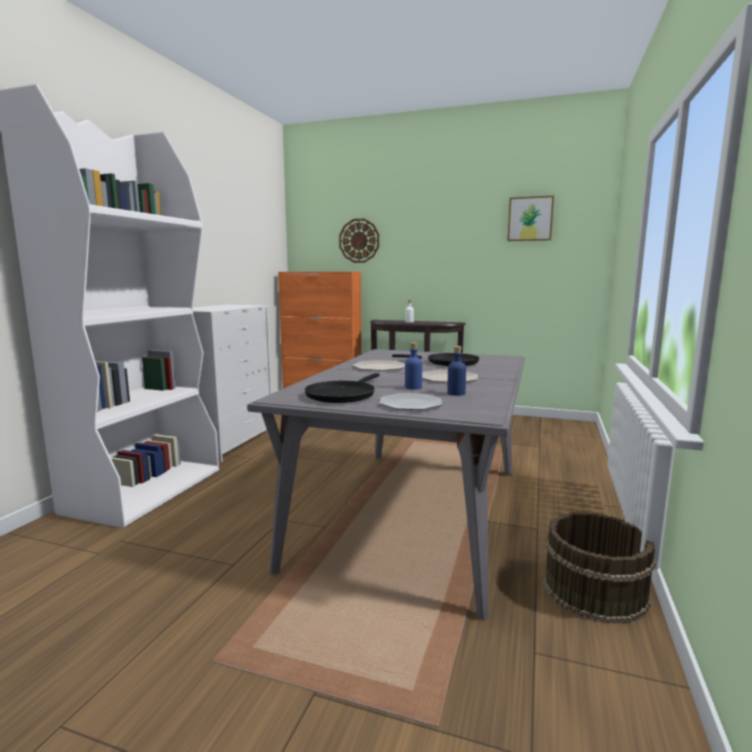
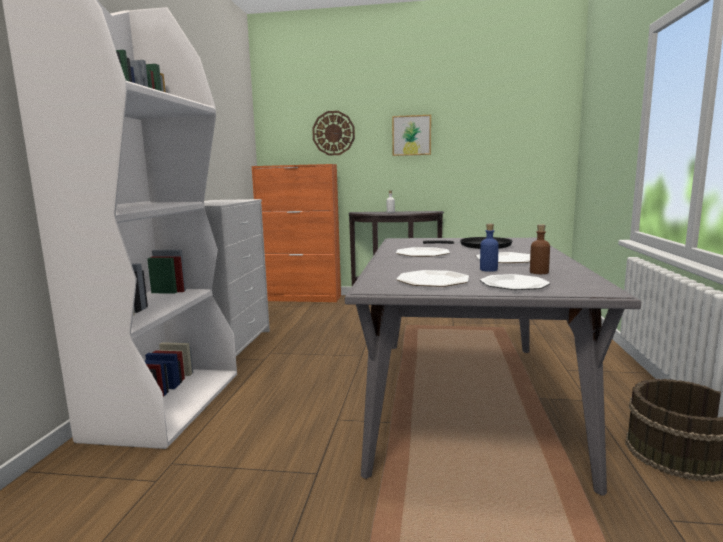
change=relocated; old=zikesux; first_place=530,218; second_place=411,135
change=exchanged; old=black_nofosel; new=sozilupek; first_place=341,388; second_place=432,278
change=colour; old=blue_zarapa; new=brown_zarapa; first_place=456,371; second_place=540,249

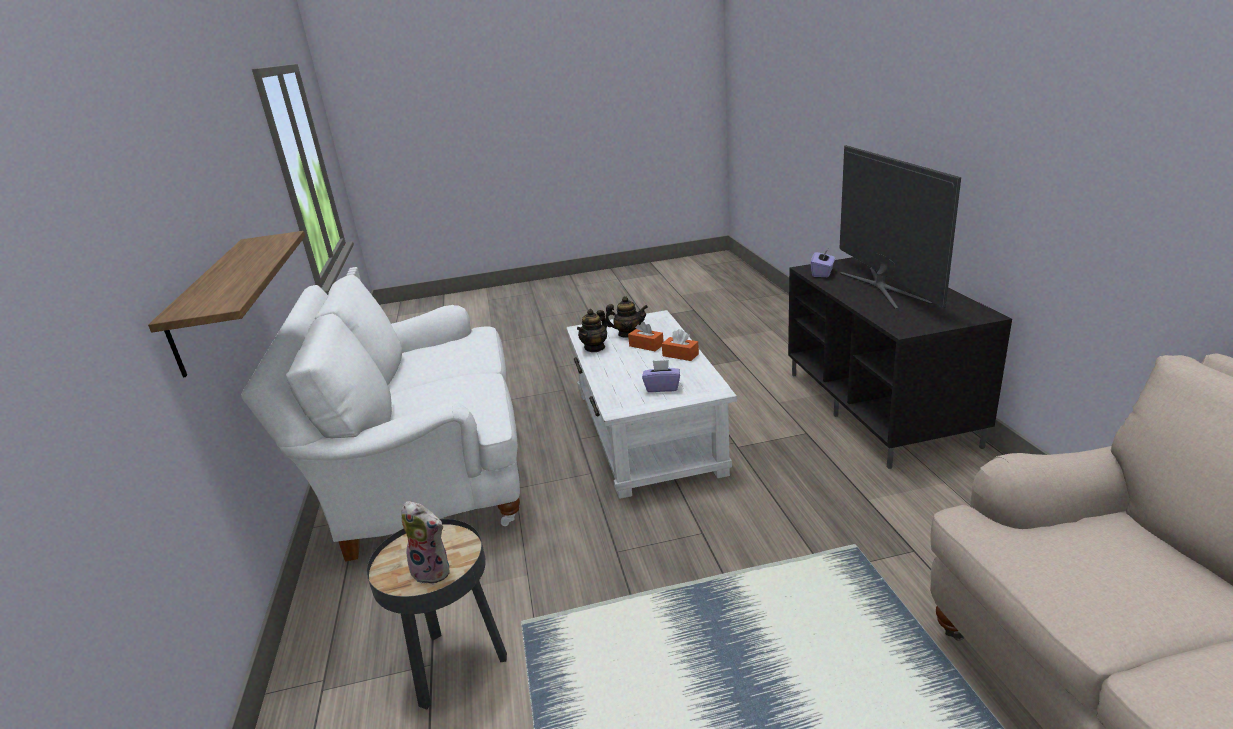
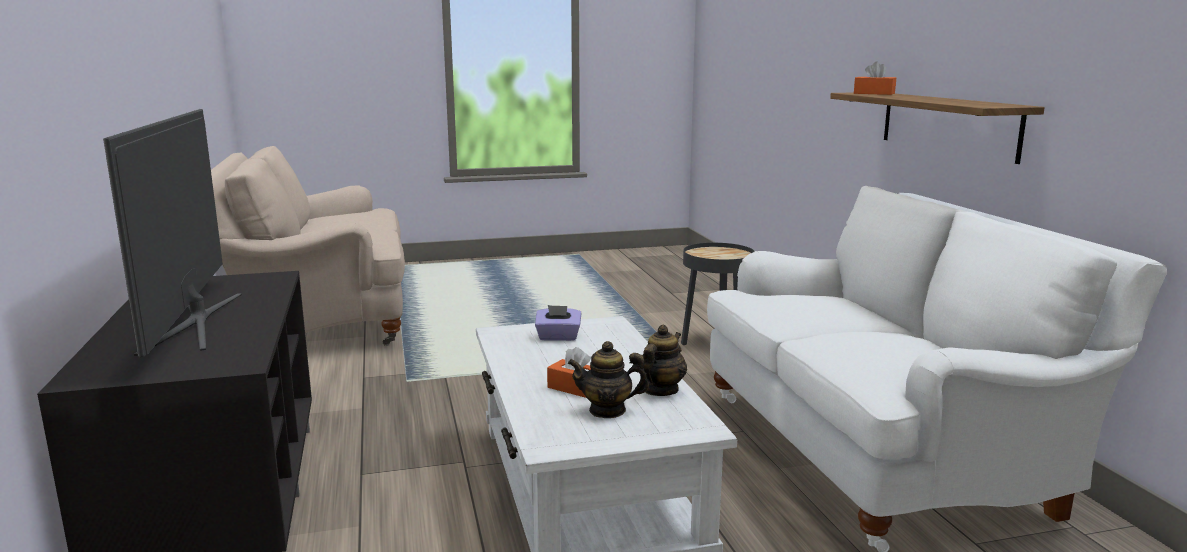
change=missing; old=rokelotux; first_place=425,543
change=missing; old=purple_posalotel; first_place=823,263
change=relocated; old=orange_posalotel; first_place=680,345; second_place=875,78

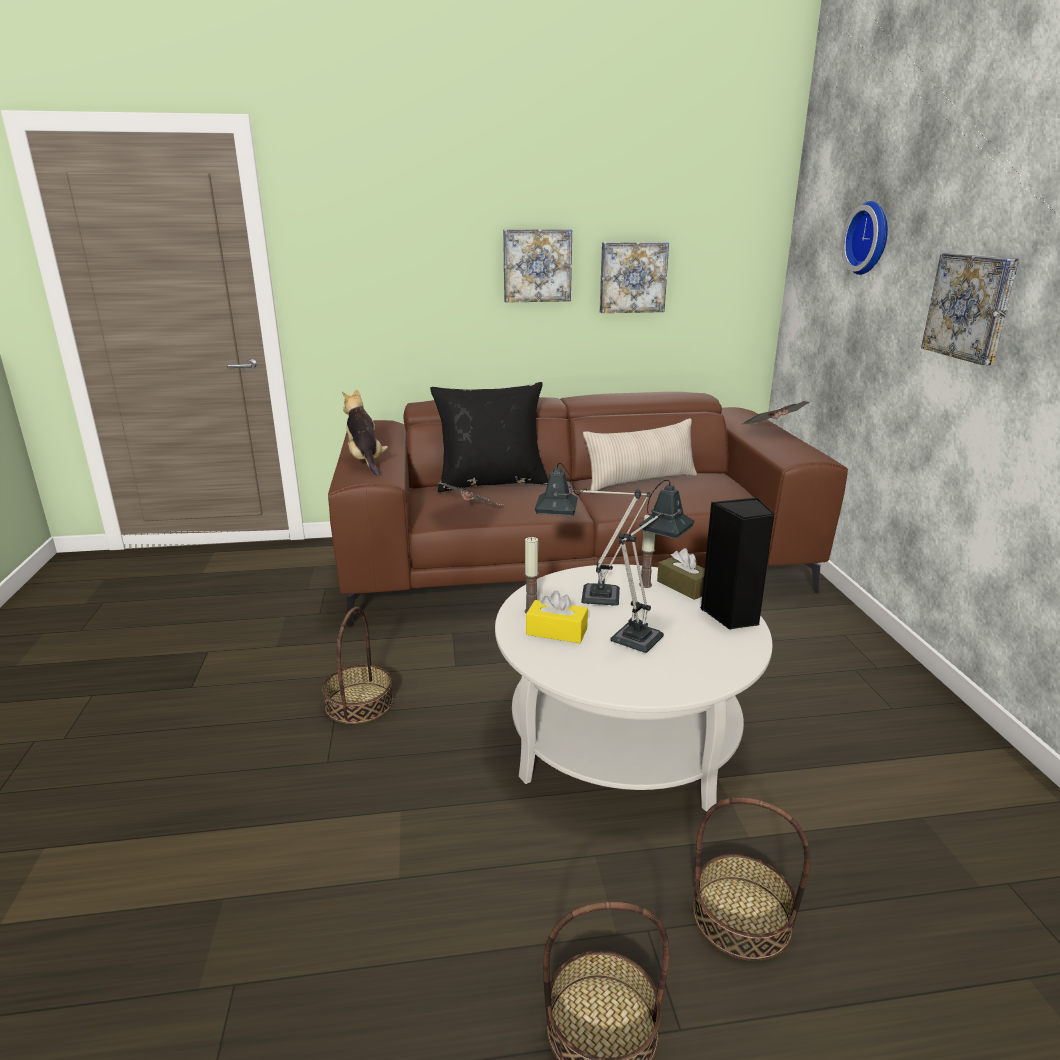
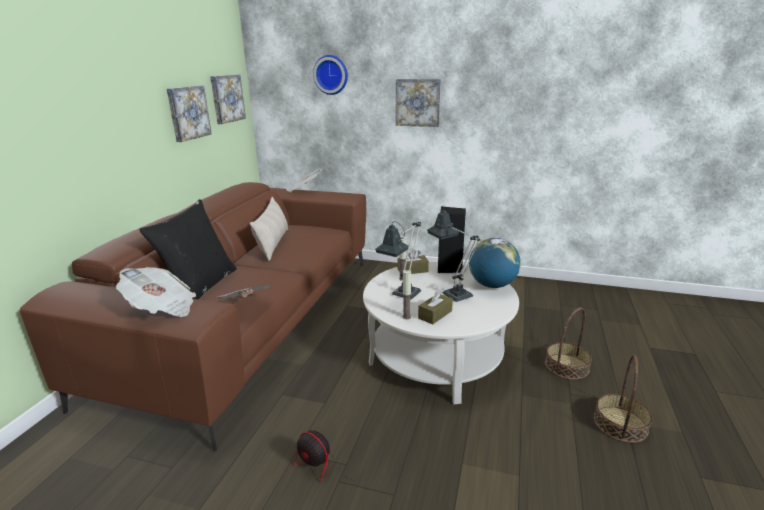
change=appeared; new=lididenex; second_place=495,263
change=relocated; old=zikesux; first_place=537,266; second_place=228,99
change=exchanged; old=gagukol; new=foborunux; first_place=358,665; second_place=337,453
change=exchanged; old=rokelotux; new=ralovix; first_place=365,433; second_place=156,292
change=colour; old=yellow_posalotel; new=brown_posalotel; first_place=557,616; second_place=435,306

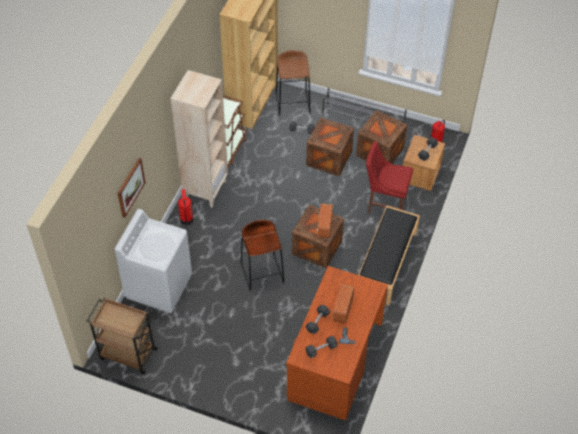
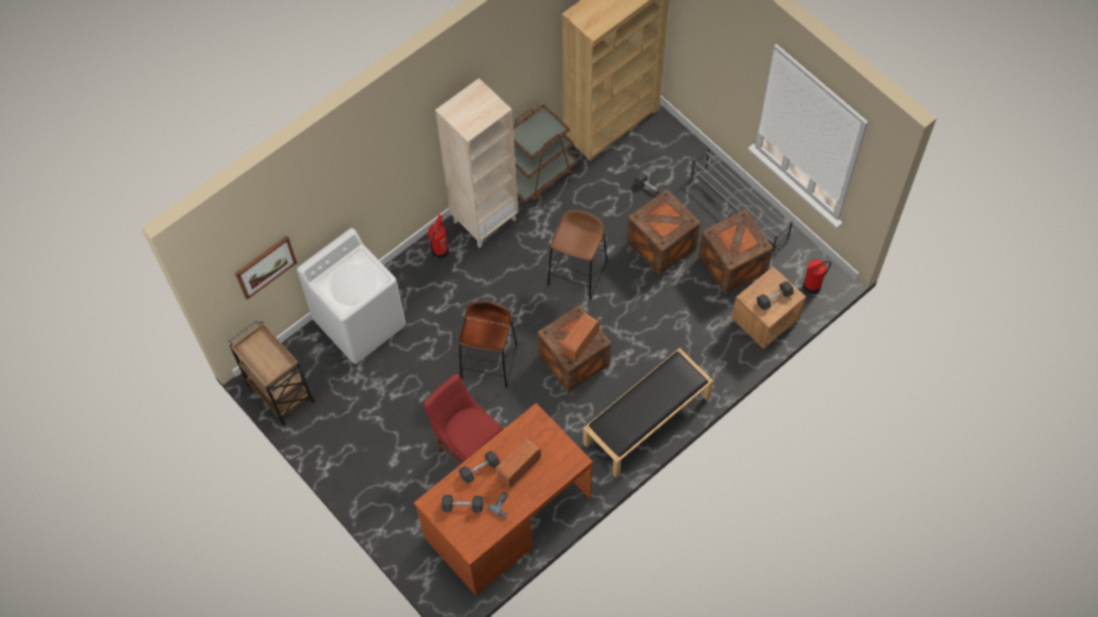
change=relocated; old=zikesux; first_place=131,188; second_place=266,268
change=relocated; old=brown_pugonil; first_place=293,83; second_place=577,255
change=relocated; old=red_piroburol; first_place=389,177; second_place=463,419

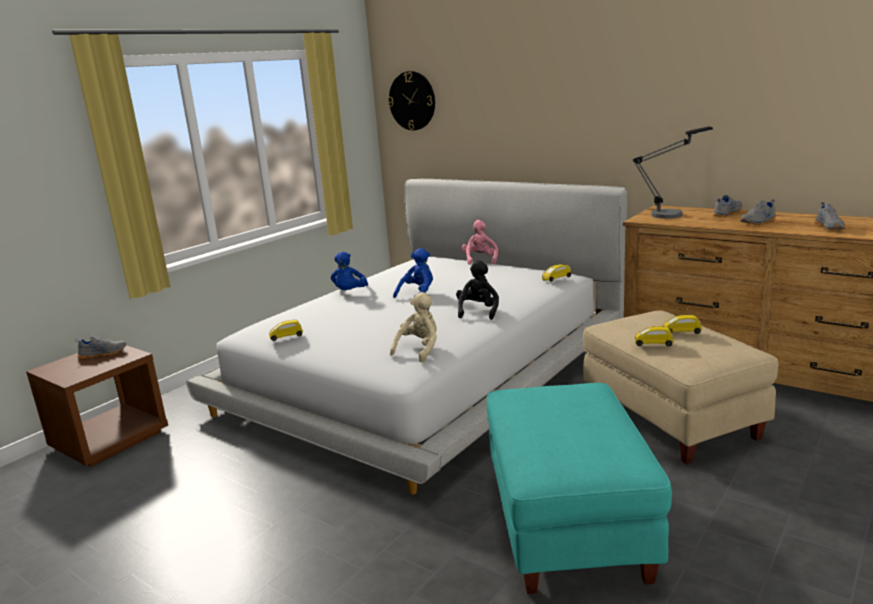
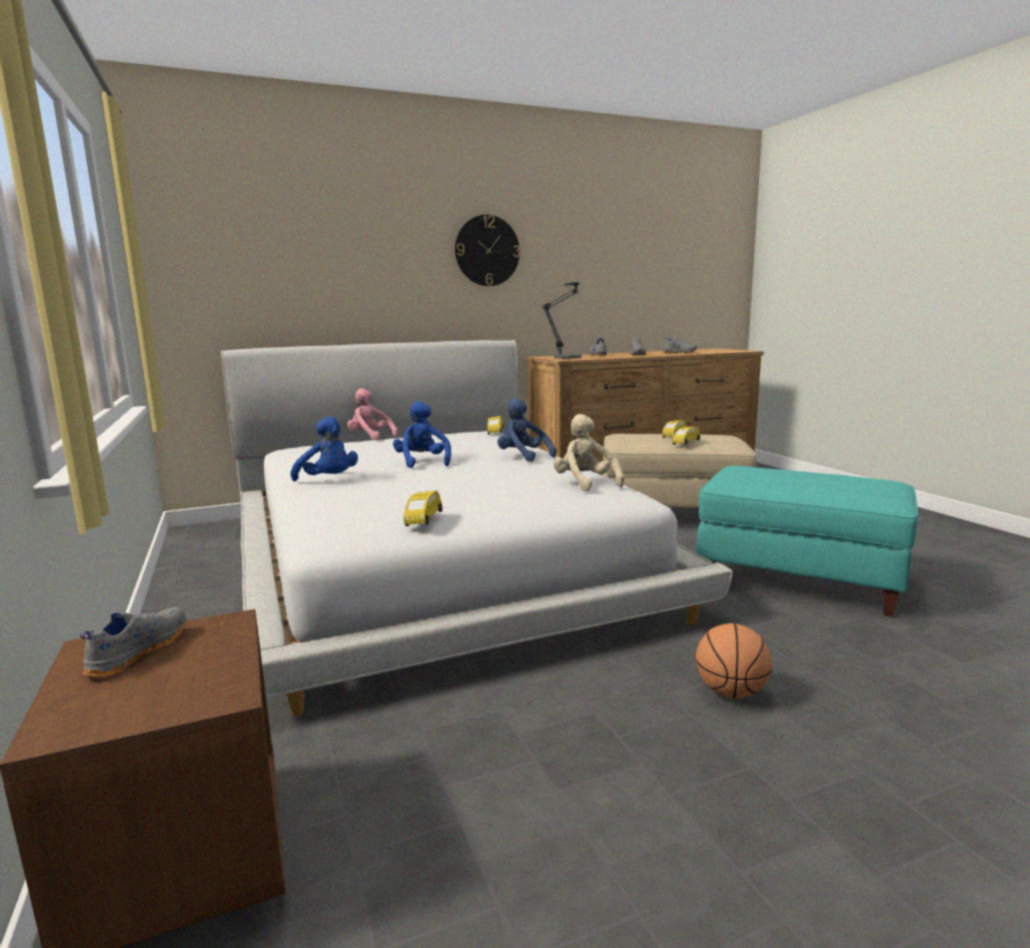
change=appeared; new=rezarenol; second_place=733,661
change=relocated; old=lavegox; first_place=411,100; second_place=487,250
change=colour; old=black_rokelotux; new=blue_rokelotux; first_place=477,290; second_place=526,430

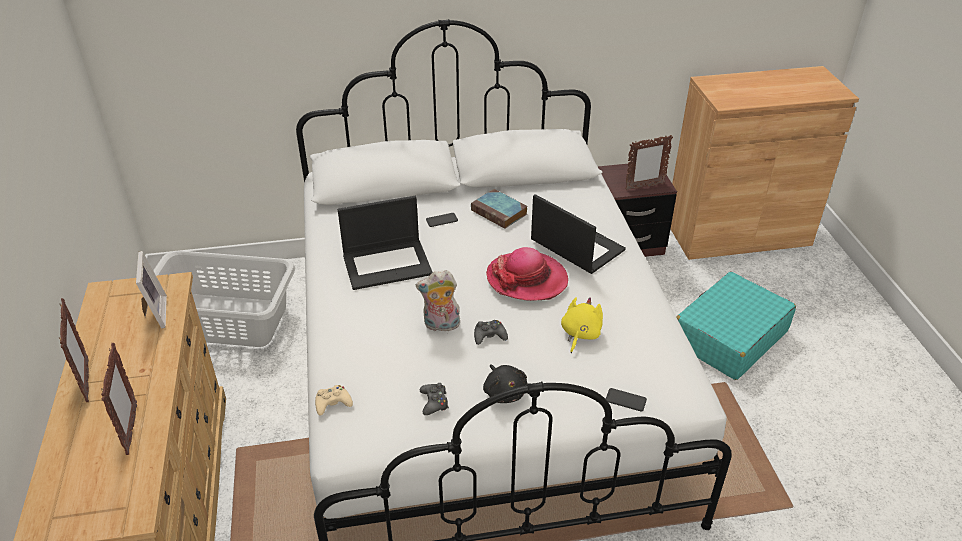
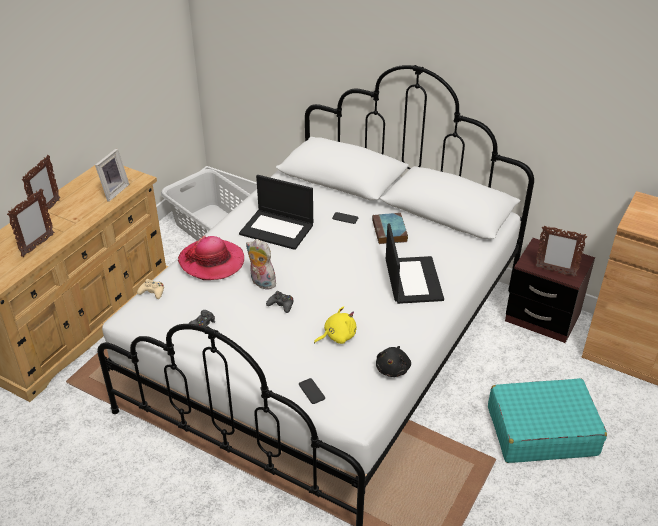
change=relocated; old=black_rokelotux; first_place=505,383; second_place=393,361
change=relocated; old=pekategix; first_place=527,274; second_place=211,258

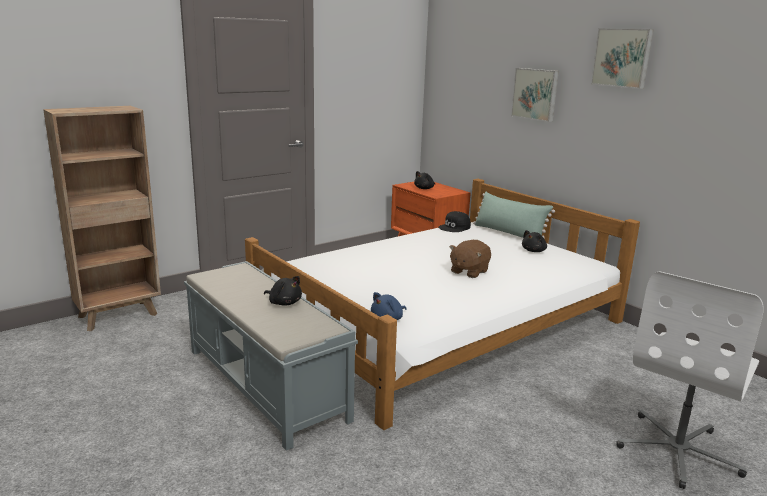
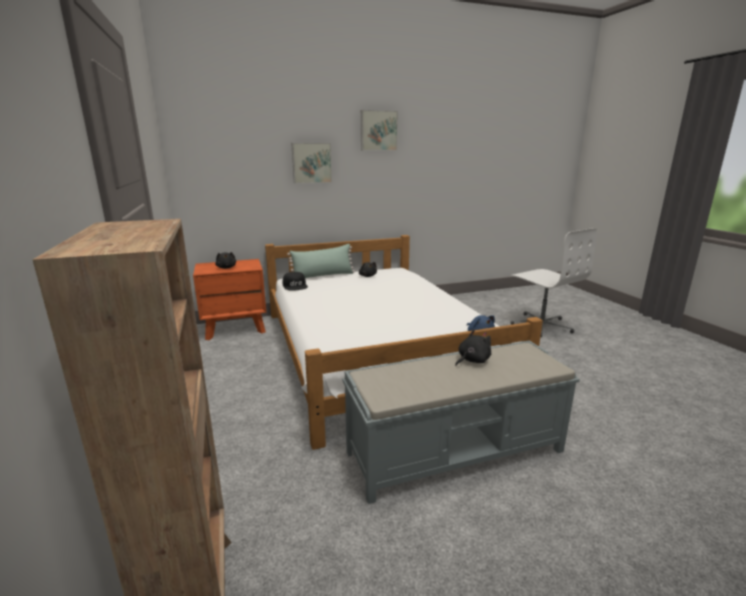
change=missing; old=brown_rokelotux; first_place=470,259

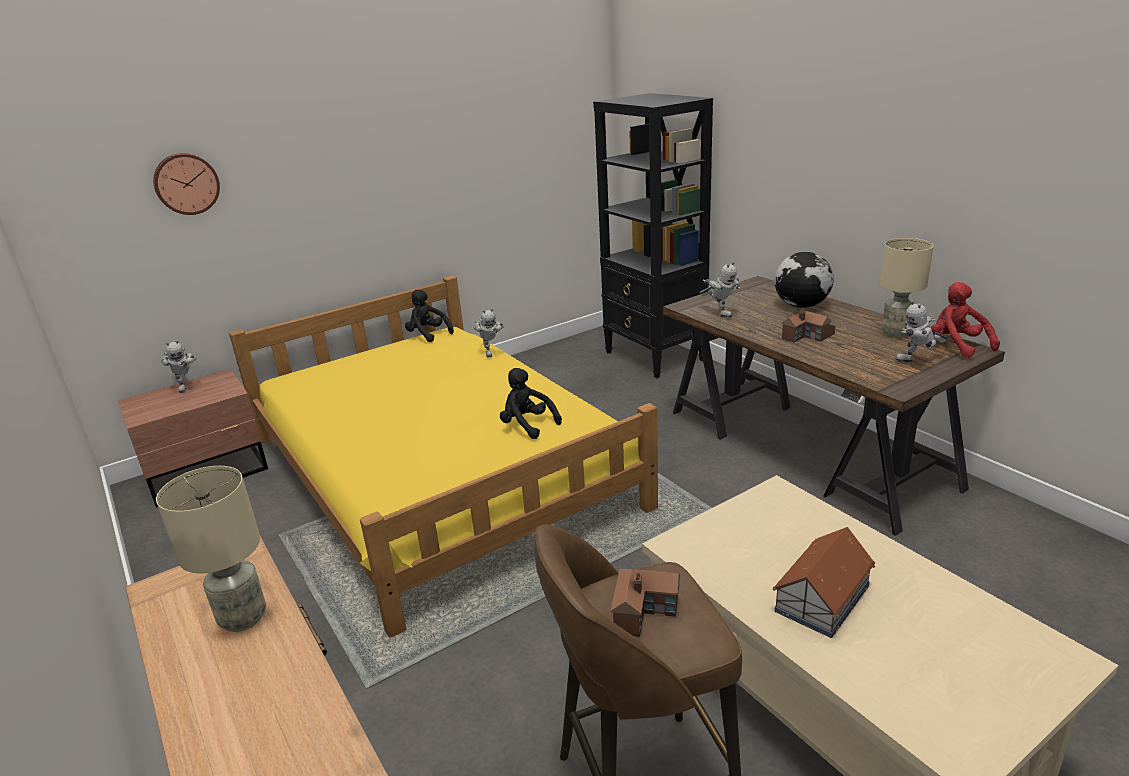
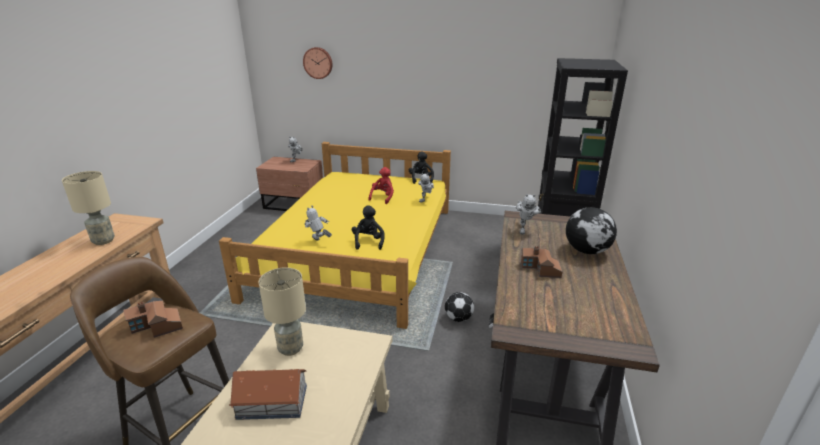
change=appeared; new=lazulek; second_place=459,307
change=relocated; old=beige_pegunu; first_place=907,288; second_place=282,311
change=relocated; old=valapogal; first_place=921,331; second_place=318,223
change=relocated; old=red_rokelotux; first_place=965,320; second_place=381,185

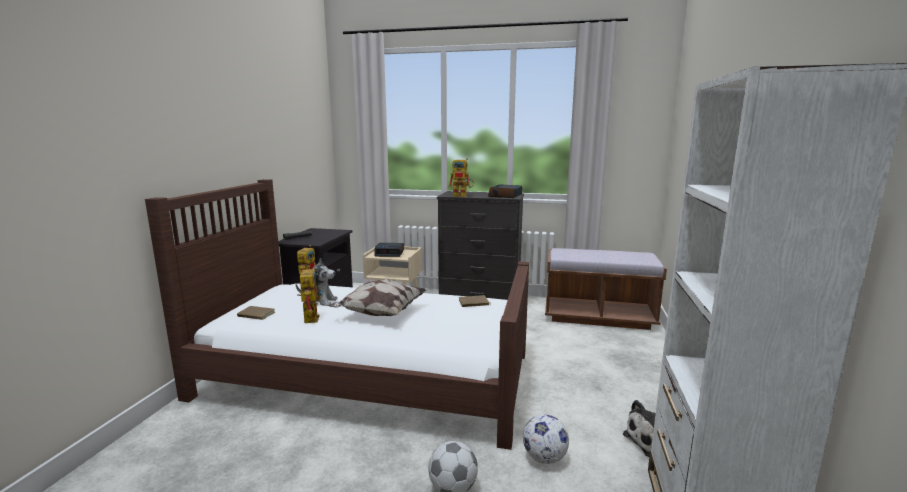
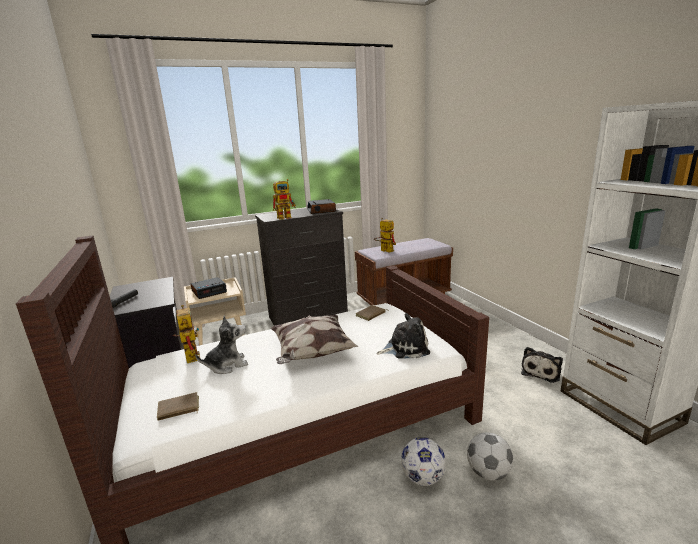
change=appeared; new=rokelotux; second_place=403,336
change=relocated; old=valapogal; first_place=309,294; second_place=385,235
change=relocated; old=lazulek; first_place=546,439; second_place=423,461

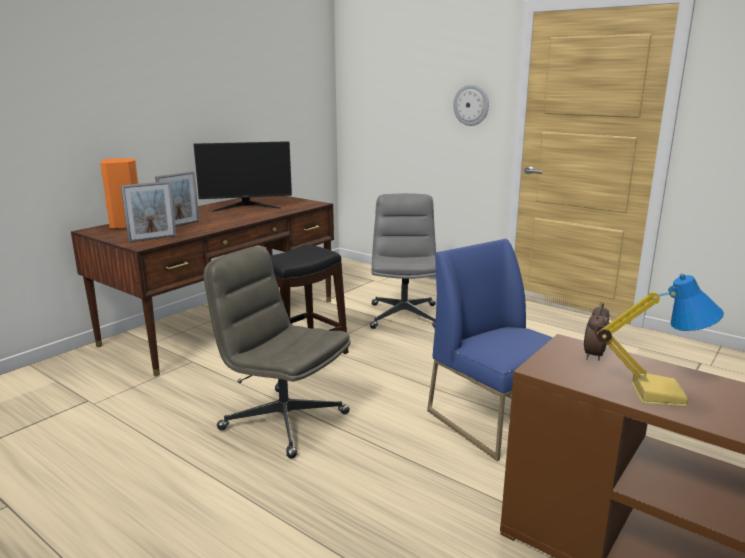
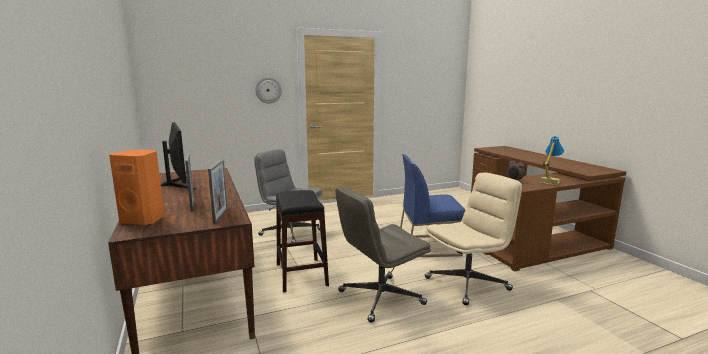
change=appeared; new=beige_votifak; second_place=473,239
change=spun; old=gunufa; first_place=243,176; second_place=178,156; degrees=-45

